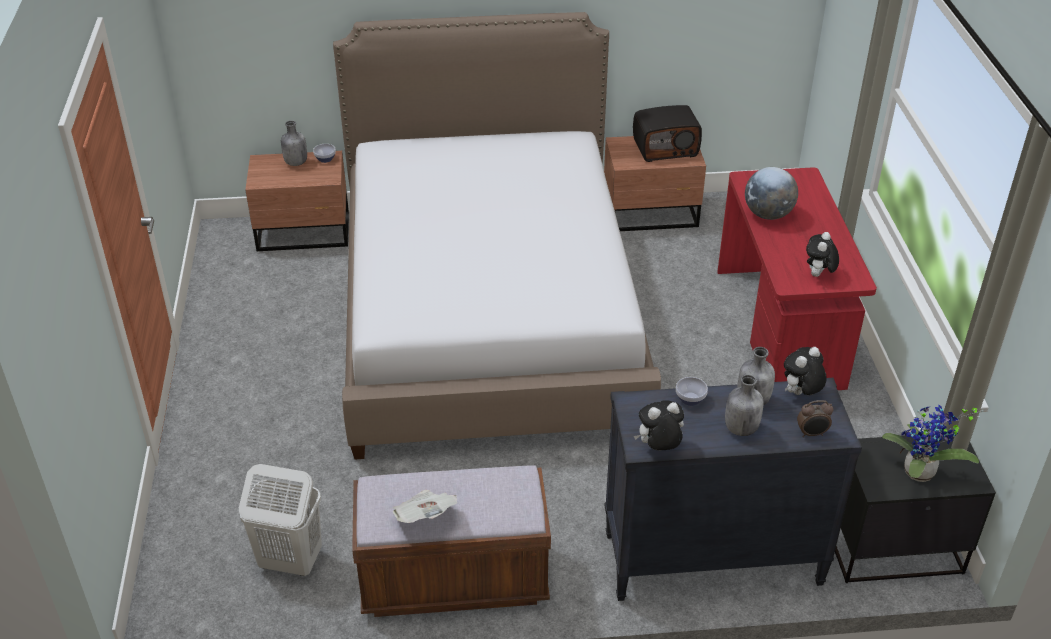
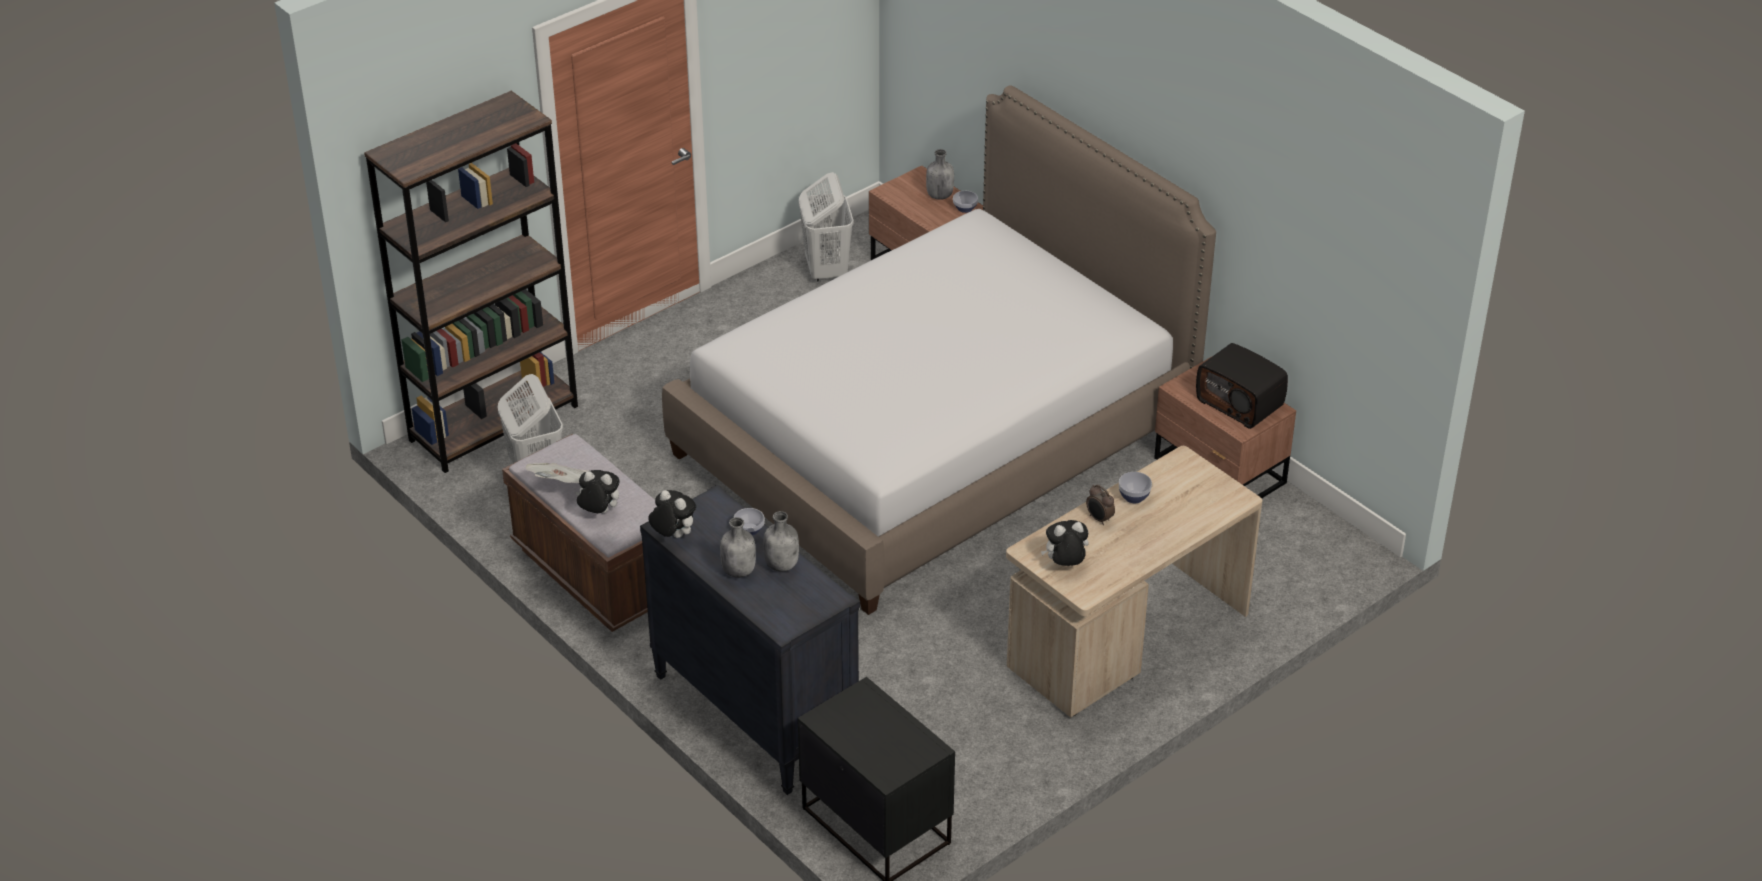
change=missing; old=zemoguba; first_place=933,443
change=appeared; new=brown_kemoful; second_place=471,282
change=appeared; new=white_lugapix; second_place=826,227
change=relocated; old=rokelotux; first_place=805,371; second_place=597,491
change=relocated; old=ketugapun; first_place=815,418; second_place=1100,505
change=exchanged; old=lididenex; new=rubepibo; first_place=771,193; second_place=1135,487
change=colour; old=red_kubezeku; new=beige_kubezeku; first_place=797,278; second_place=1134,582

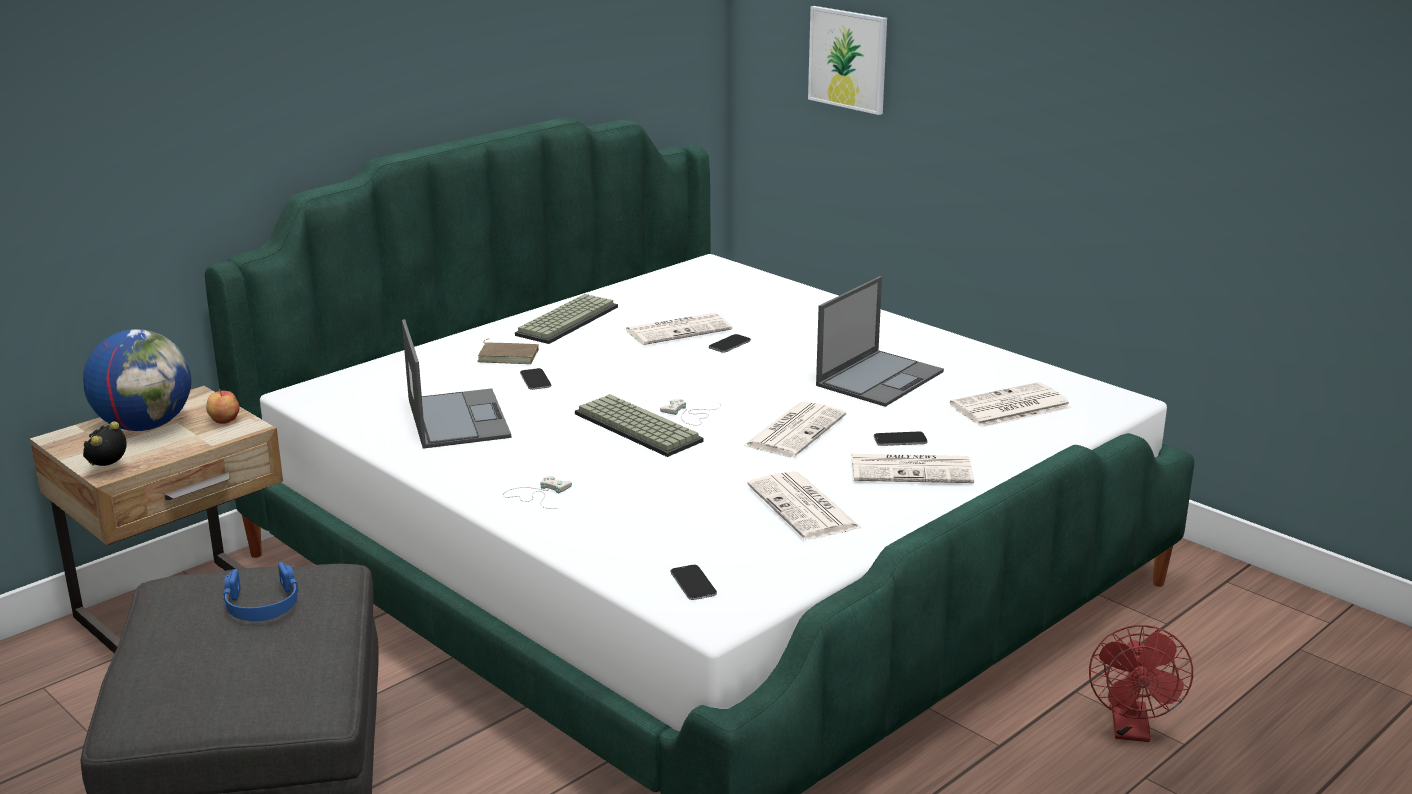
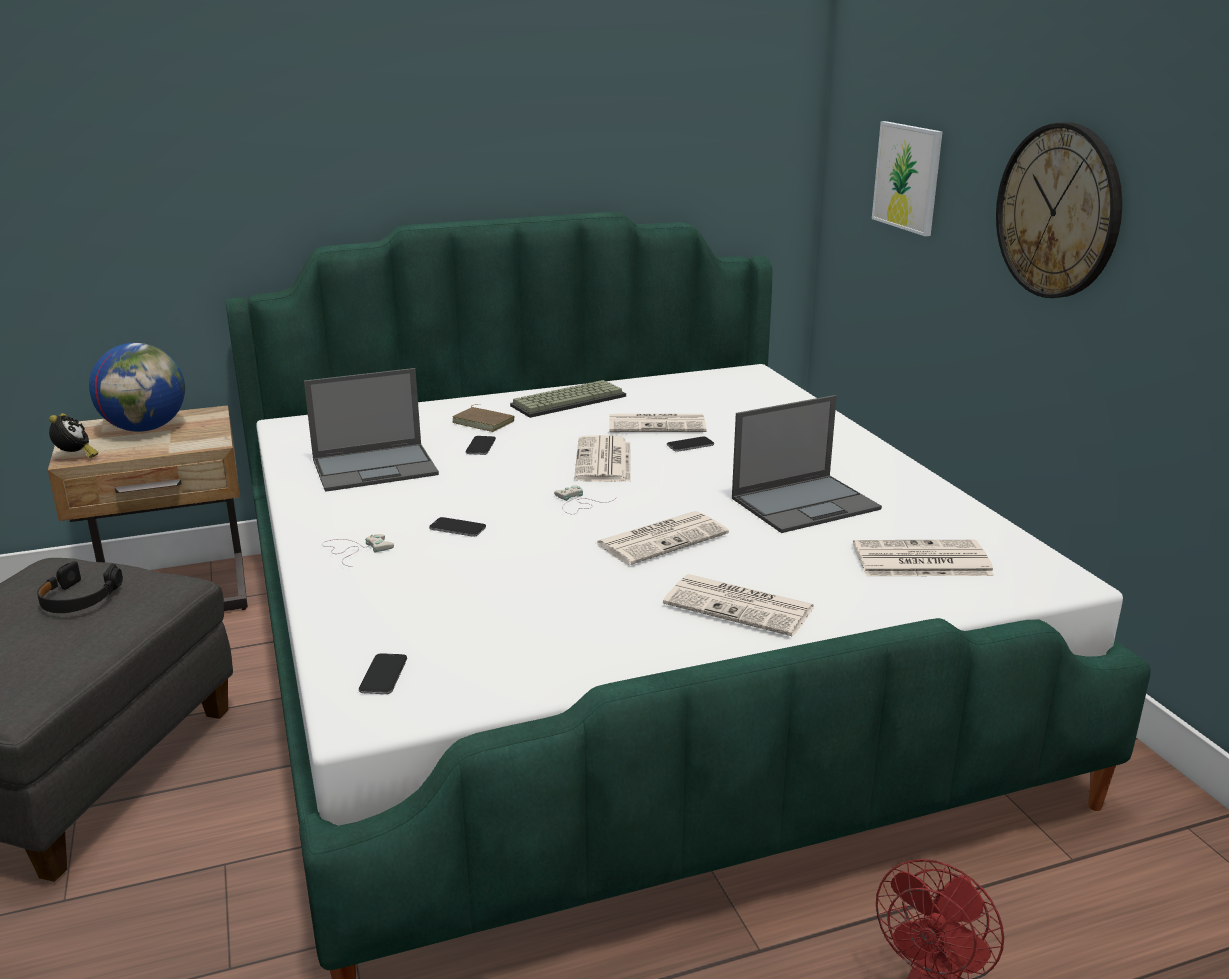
change=missing; old=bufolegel; first_place=222,406
change=missing; old=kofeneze; first_place=639,425
change=appeared; new=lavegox; second_place=1059,210
change=relocated; old=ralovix; first_place=804,505; second_place=602,458
change=relocated; old=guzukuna; first_place=901,439; second_place=457,527
change=colour; old=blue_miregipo; new=black_miregipo; first_place=260,591; second_place=80,587
change=spun; old=ketugapun; first_place=105,443; second_place=73,435; degrees=120
change=spun; old=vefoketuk; first_place=456,384; second_place=371,430; degrees=60

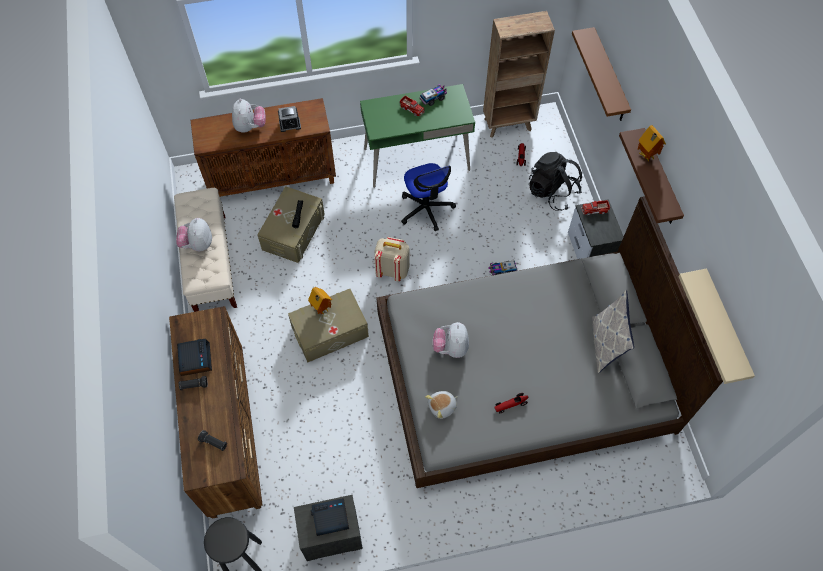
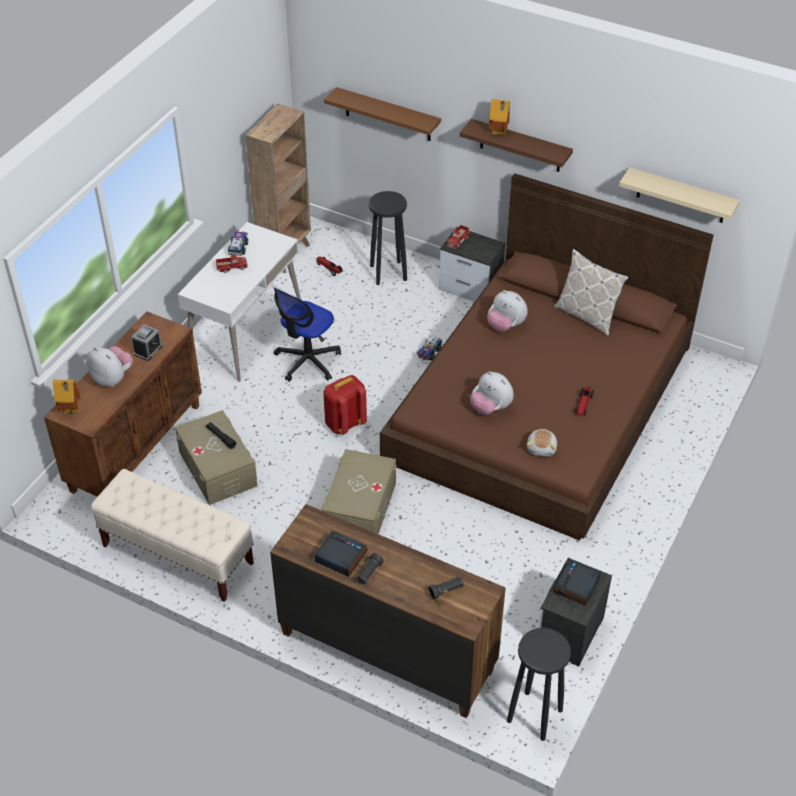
change=relocated; old=rokelotux; first_place=194,234; second_place=507,311
change=relocated; old=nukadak; first_place=320,301; second_place=66,397
change=exchanged; old=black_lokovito; new=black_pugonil; first_place=555,181; second_place=388,238
change=colour; old=green_kubezeku; new=white_kubezeku; first_place=417,136; second_place=239,302
change=colour; old=beige_lokovito; new=red_lokovito; first_place=391,259; second_place=345,405
change=colour; old=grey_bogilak; new=brown_bogilak; first_place=549,342; second_place=547,356
change=spun; old=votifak; first_place=428,197; second_place=307,335; degrees=105

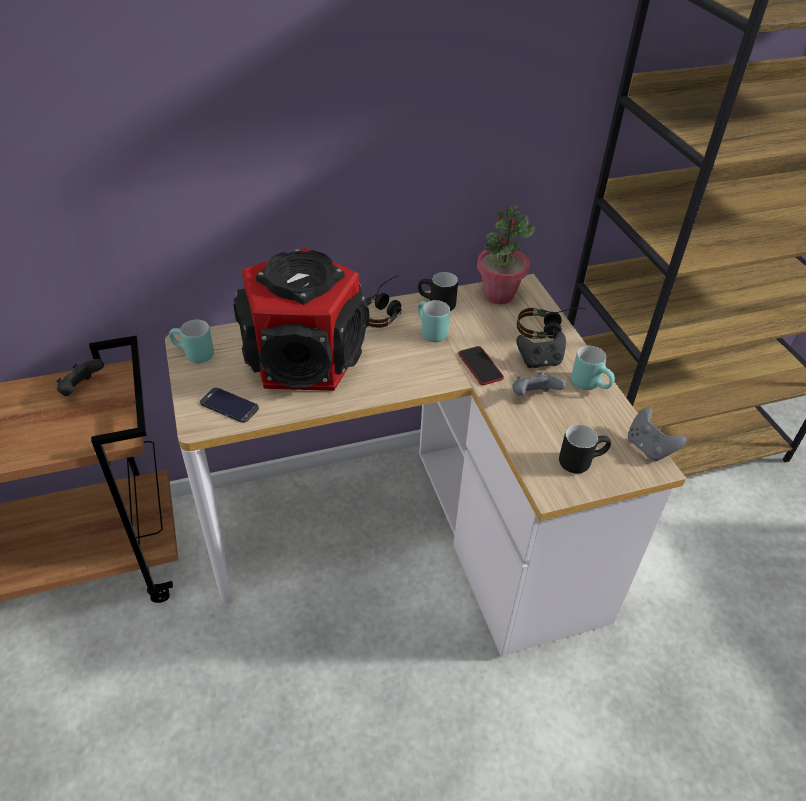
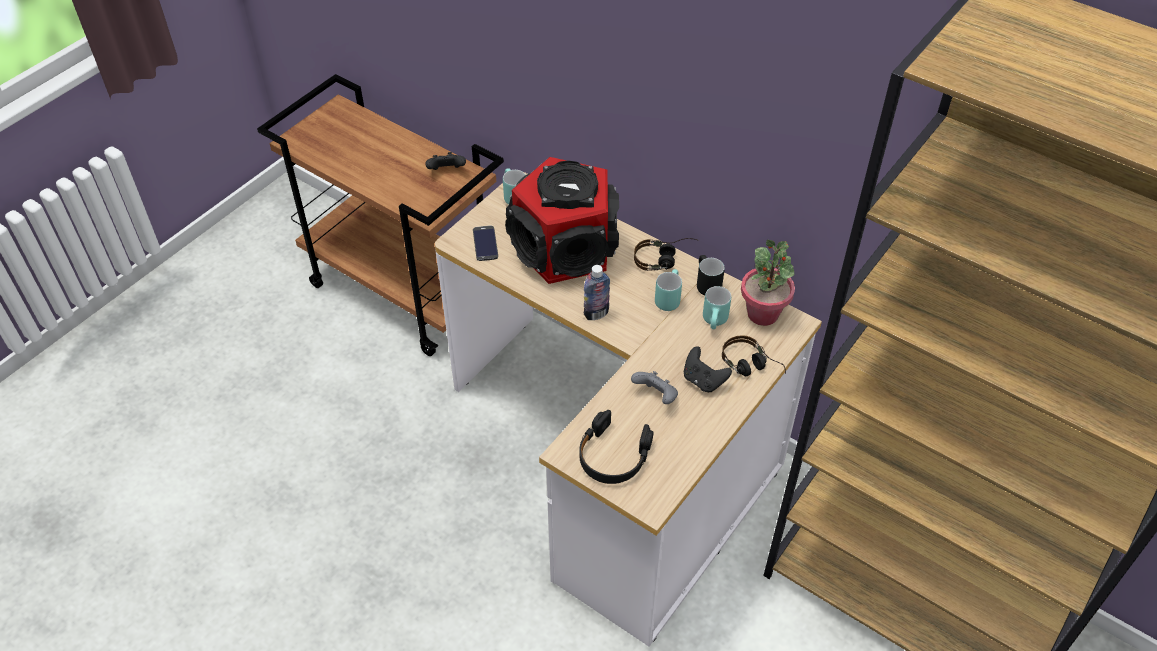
change=missing; old=guzukuna; first_place=481,365
change=missing; old=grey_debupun; first_place=657,435
change=appeared; new=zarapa; second_place=597,292
change=relocated; old=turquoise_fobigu; first_place=593,368; second_place=717,307
change=exchanged; old=black_fobigu; new=black_miregipo; first_place=585,449; second_place=616,447

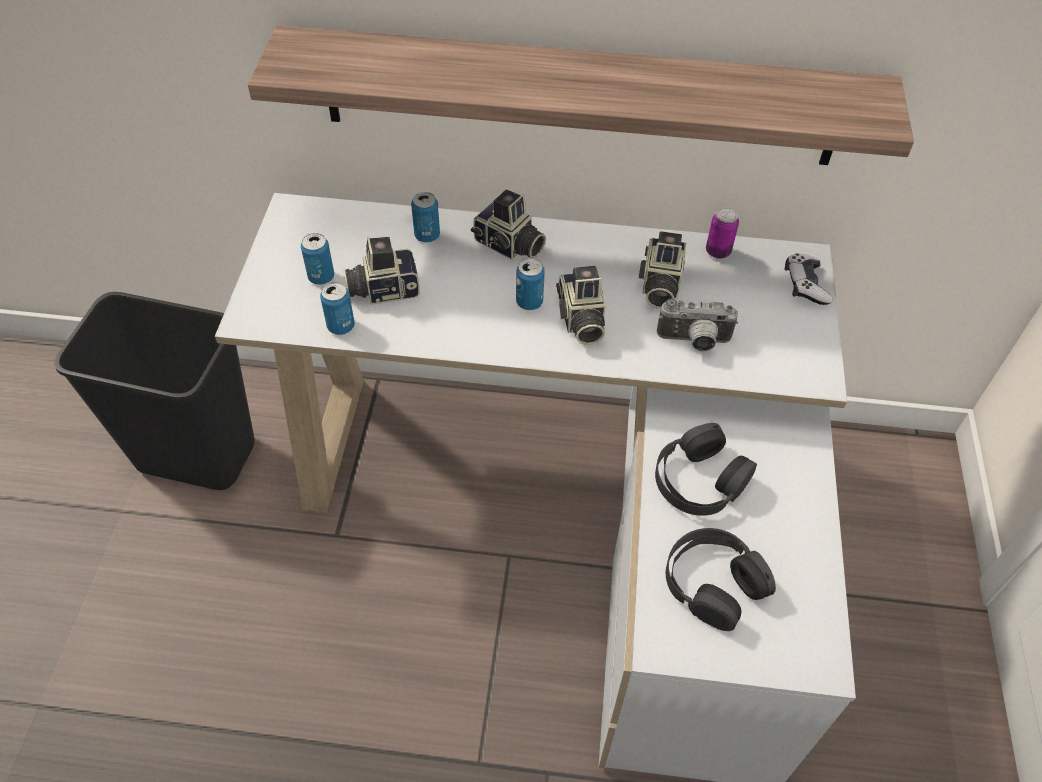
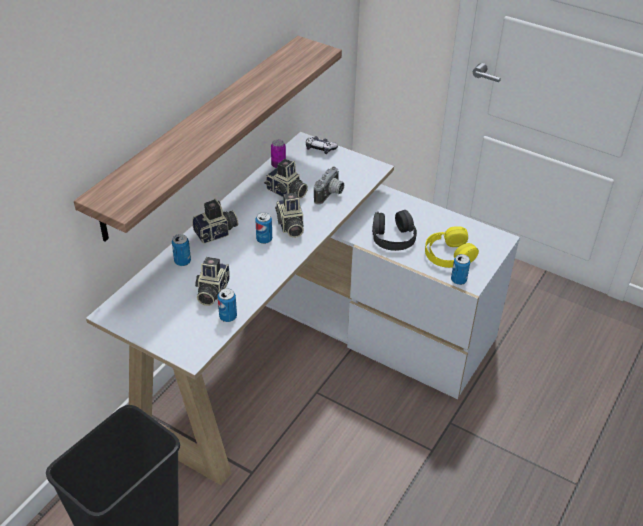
change=relocated; old=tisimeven; first_place=317,259; second_place=460,269
change=colour; old=black_miregipo; new=yellow_miregipo; first_place=721,579; second_place=452,247
change=spun; old=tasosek; first_place=581,305; second_place=289,215; degrees=60

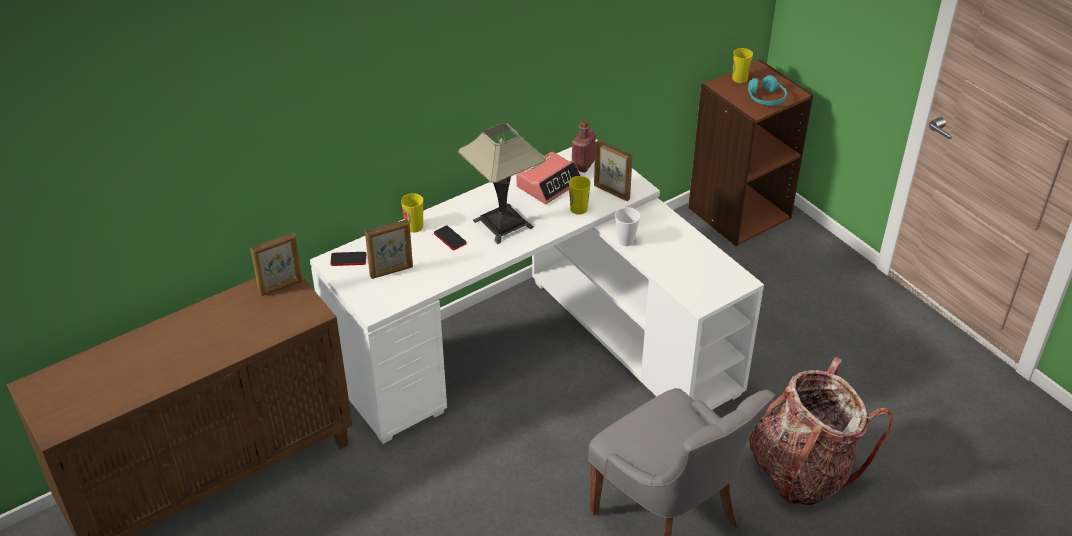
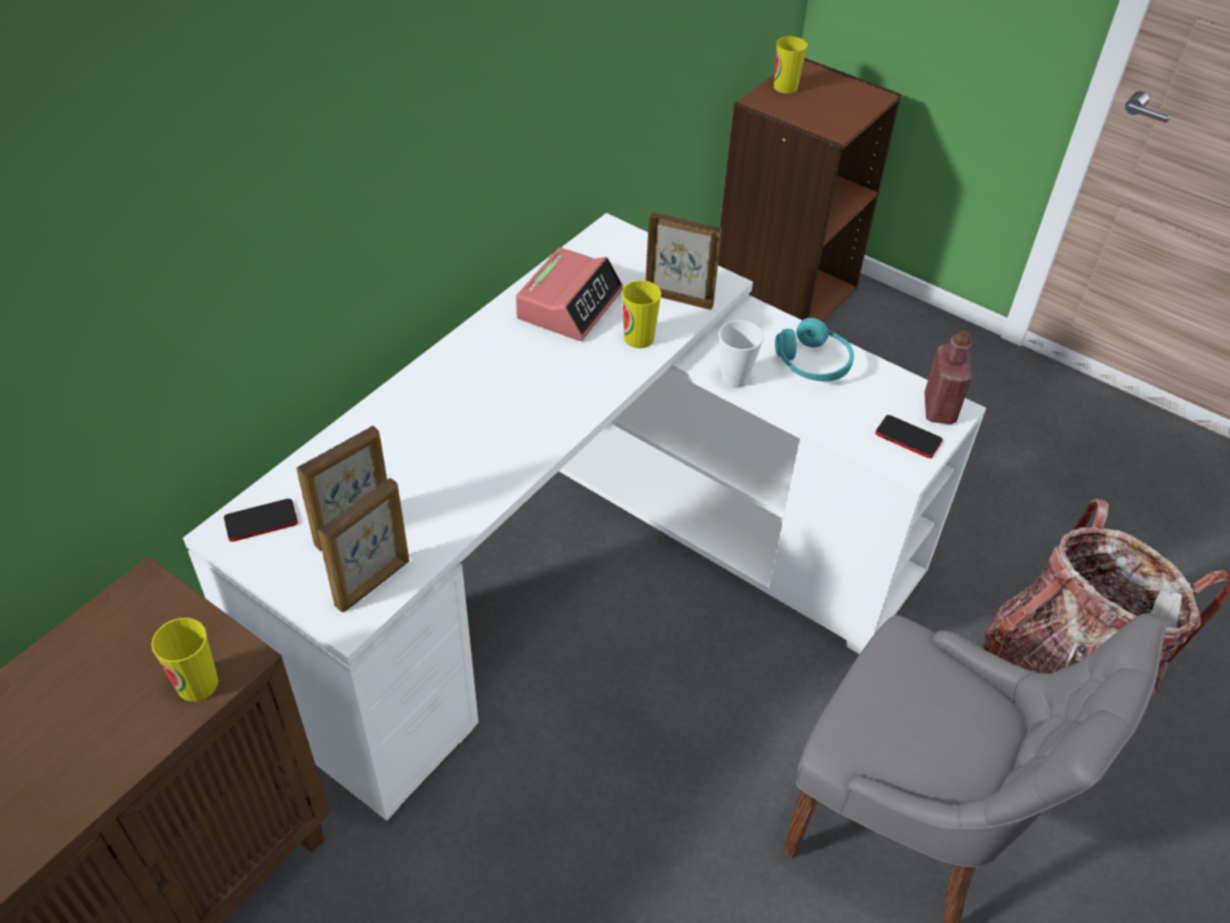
change=missing; old=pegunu; first_place=502,183
change=relocated; old=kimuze; first_place=276,264; second_place=363,545
change=relocated; old=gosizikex; first_place=412,213; second_place=184,660
change=relocated; old=guzukuna; first_place=450,237; second_place=909,436
change=relocated; old=red_zarapa; first_place=584,146; second_place=948,377
change=relocated; old=turquoise_miregipo; first_place=767,90; second_place=814,349

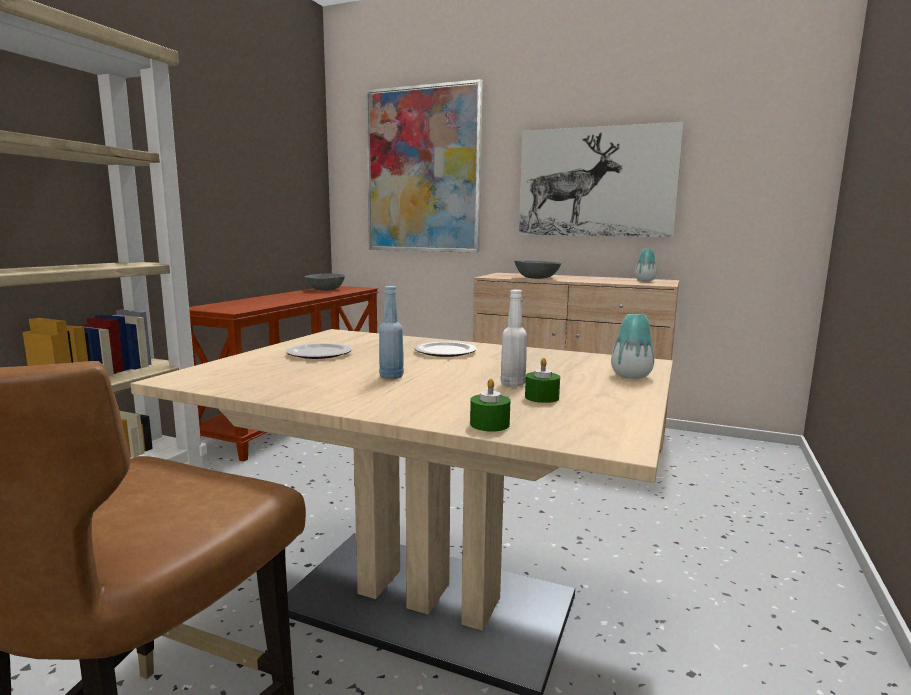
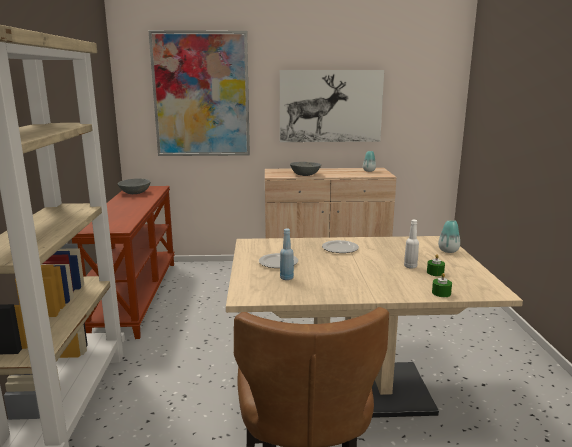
change=relocated; old=blue_zarapa; first_place=391,332; second_place=287,254

